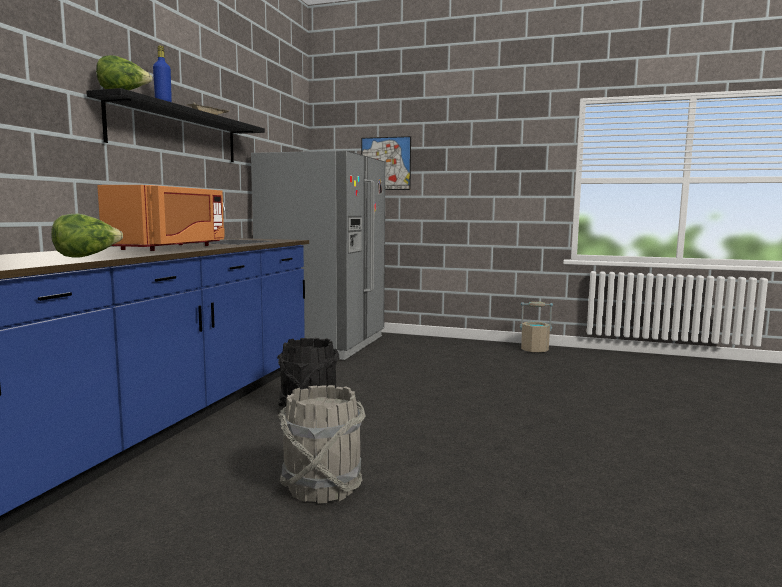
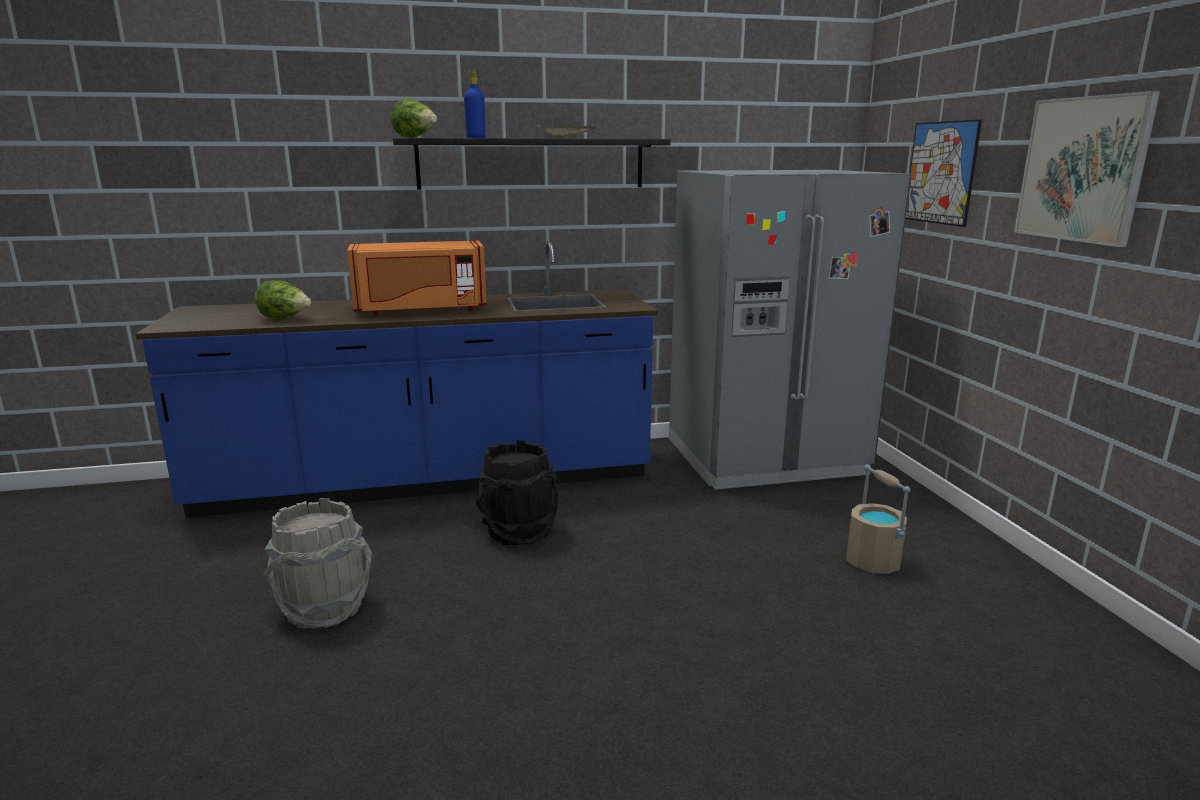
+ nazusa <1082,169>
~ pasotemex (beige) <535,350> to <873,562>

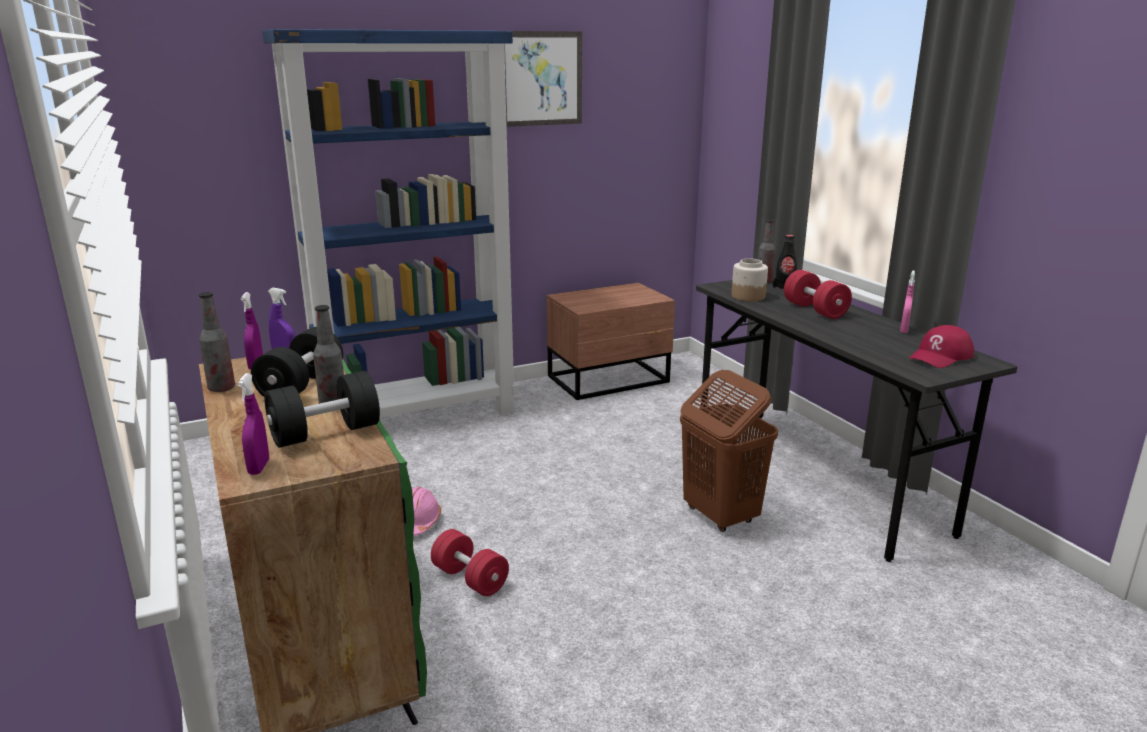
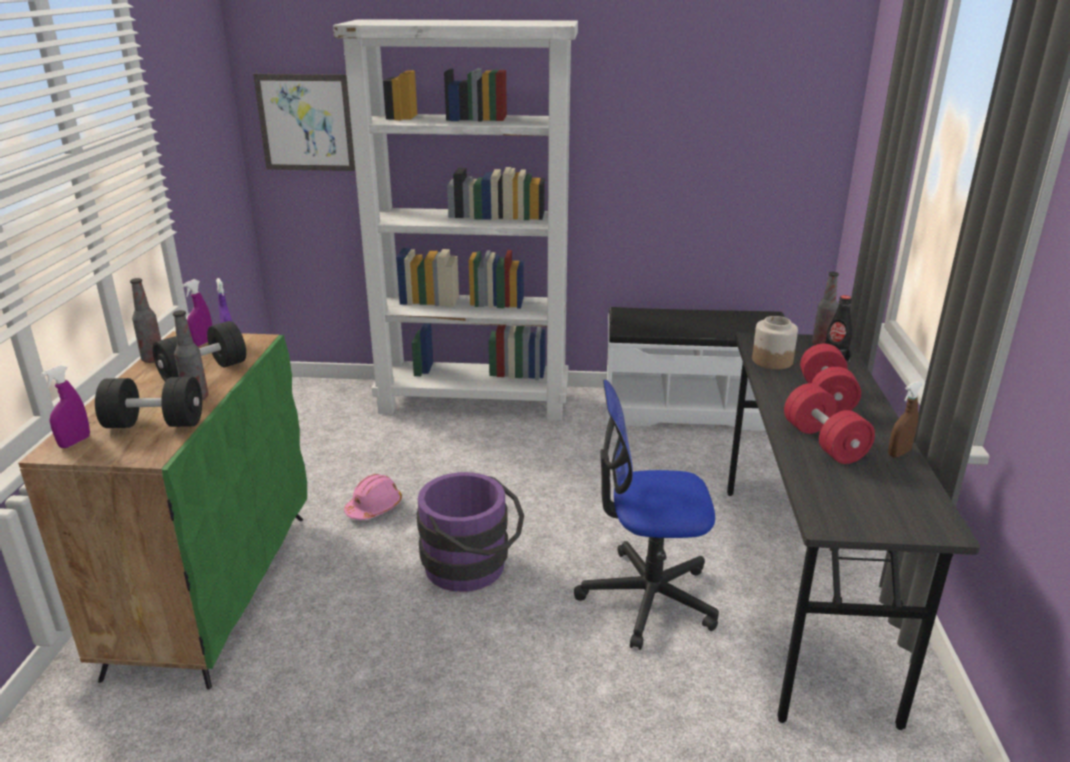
- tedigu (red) <941,356>
+ pasotemex (purple) <472,568>
~ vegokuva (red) <470,579> to <824,443>
~ nazusa <541,79> to <306,123>
~ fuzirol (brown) <610,380> to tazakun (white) <690,409>
~ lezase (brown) <720,516> to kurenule <647,597>
~ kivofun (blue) <419,416> to kivofun (white) <475,402>
~ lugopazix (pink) <904,330> to lugopazix (brown) <899,453>

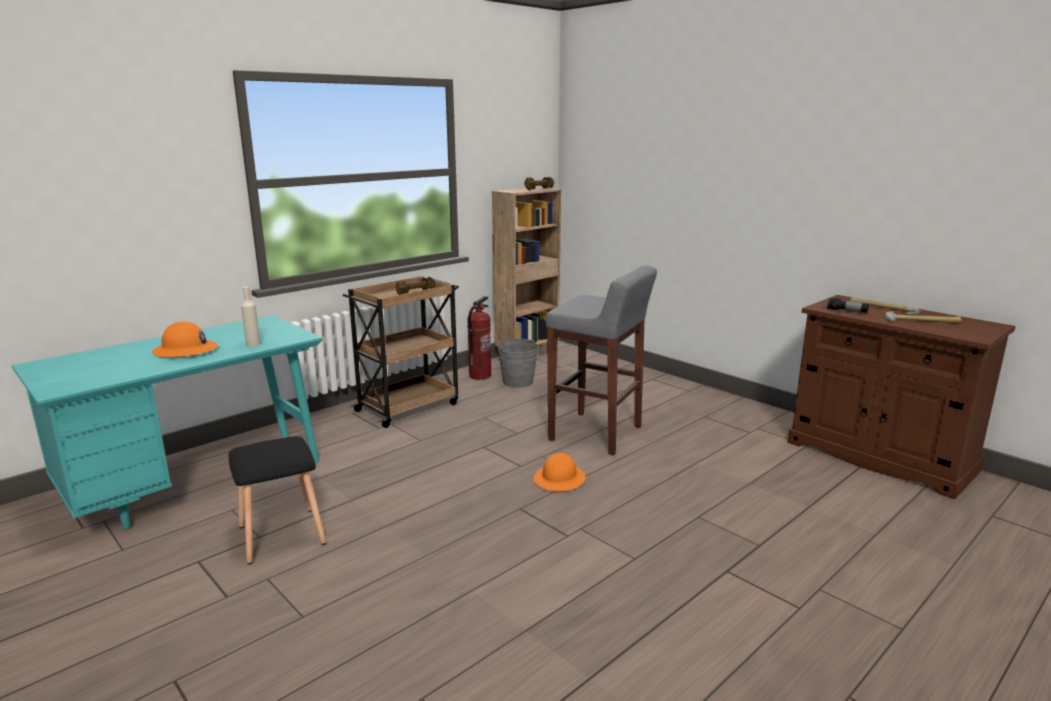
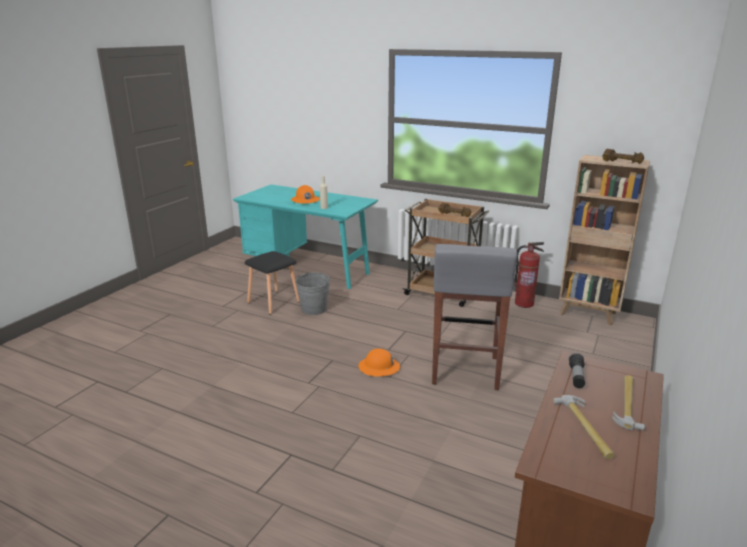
~ pasotemex (grey) <518,382> to <314,309>

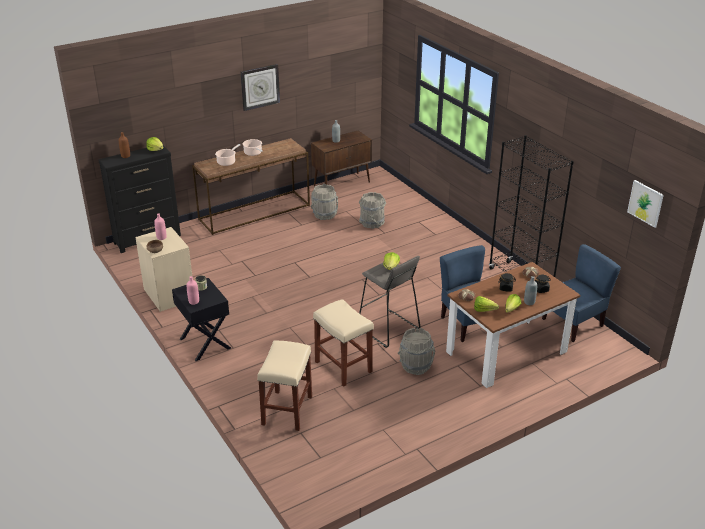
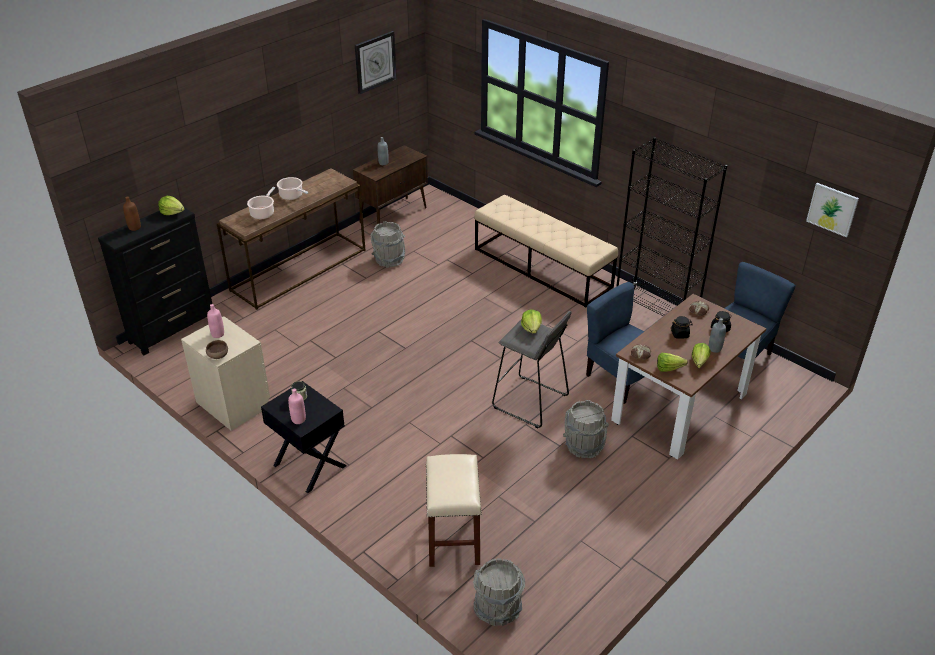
- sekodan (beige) <342,366>
+ tazakun (beige) <542,268>
~ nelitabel <260,87> to <375,62>
~ pasotemex (grey) <372,223> to <498,609>

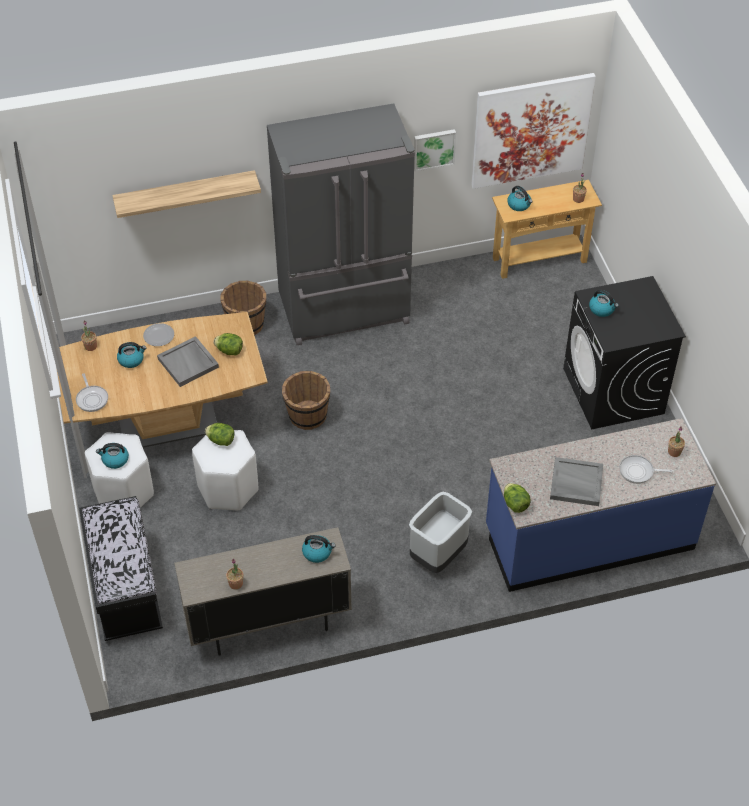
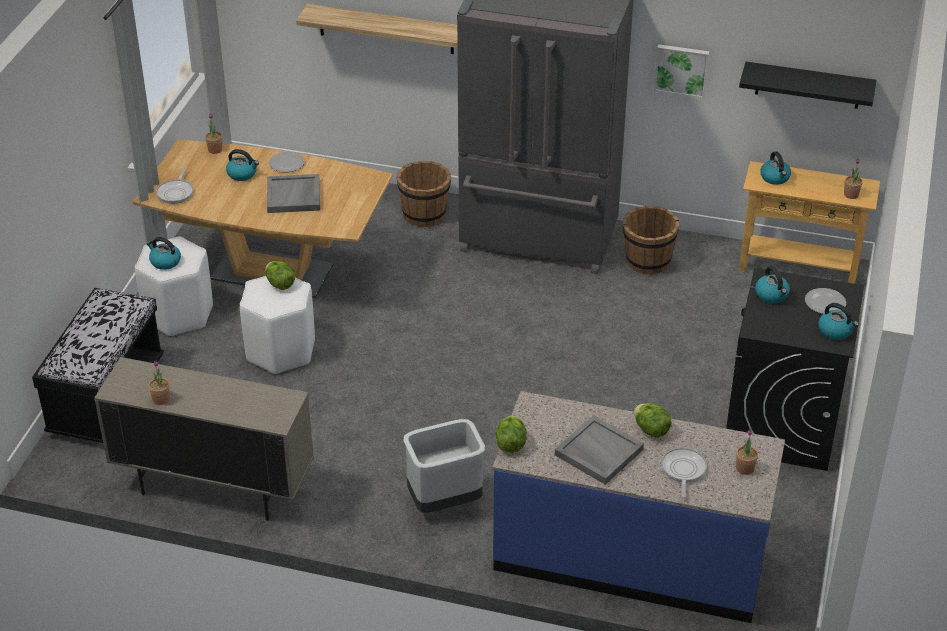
+ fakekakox <825,302>
~ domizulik <229,351> to <651,430>
~ pasotemex (brown) <307,416> to <647,261>
~ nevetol <317,552> to <836,331>
~ nazusa <531,130> to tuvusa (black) <808,85>
~ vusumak <638,471> = <683,470> 60 degrees clockwise

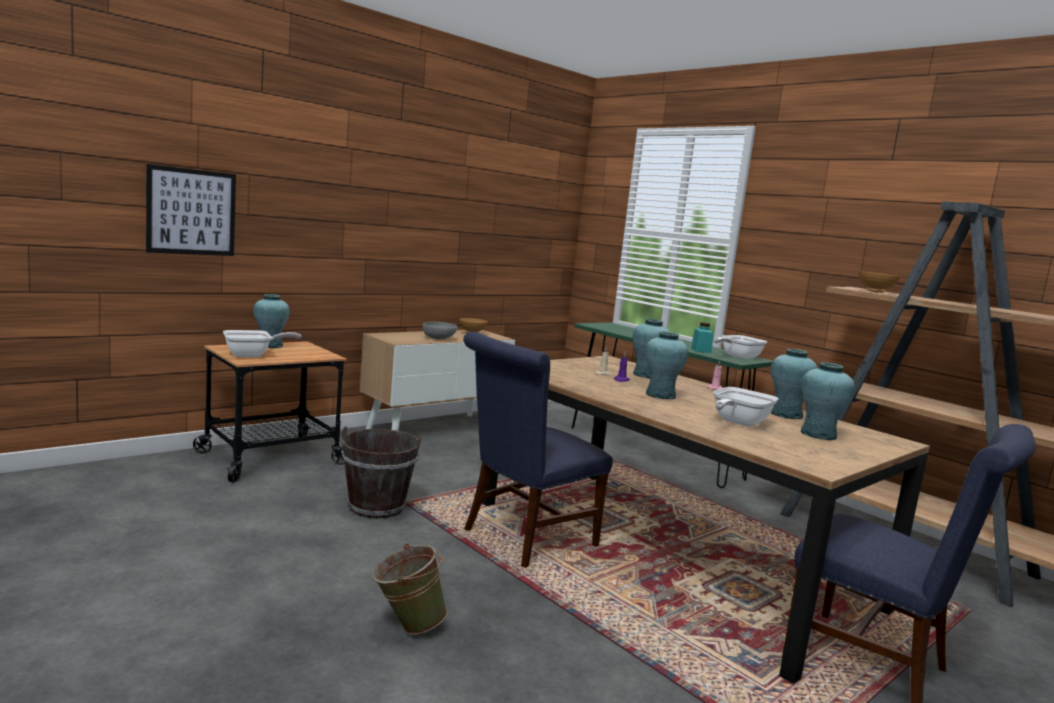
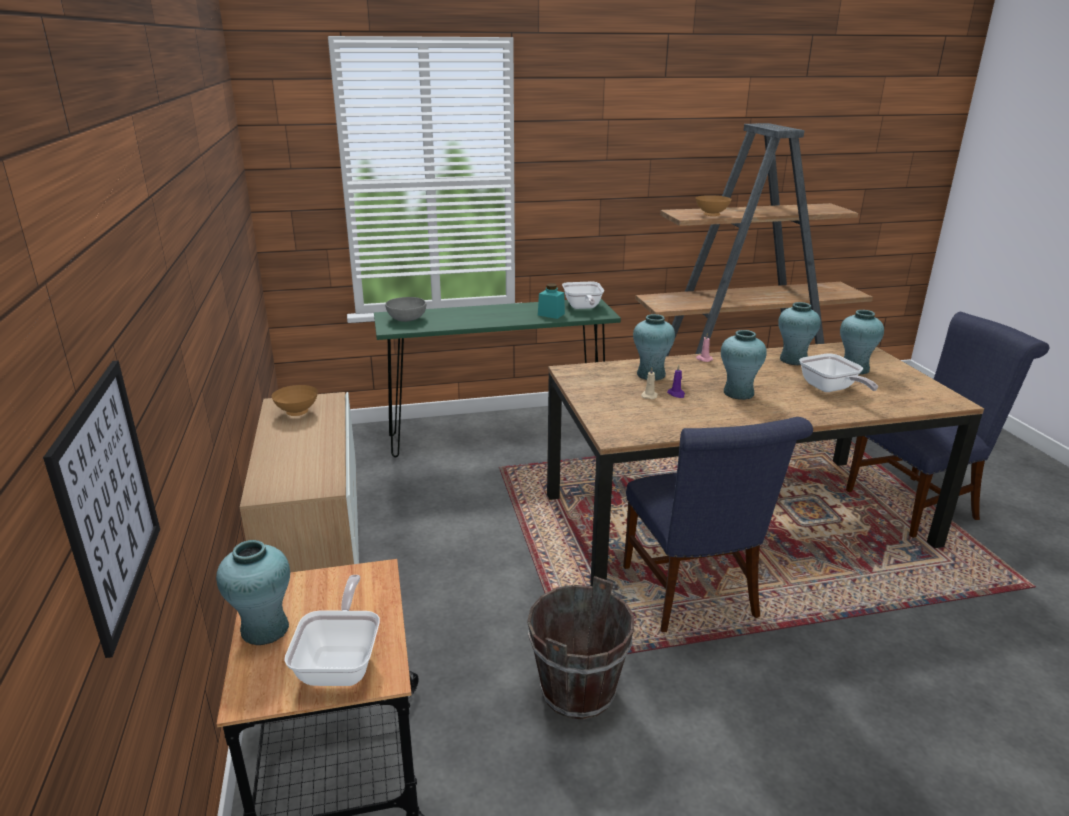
- pasotemex (green) <406,626>
~ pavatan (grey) <439,338> to <406,319>

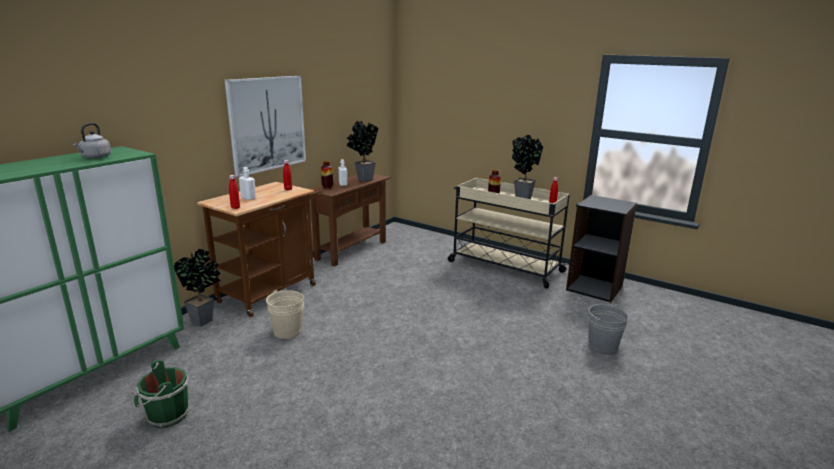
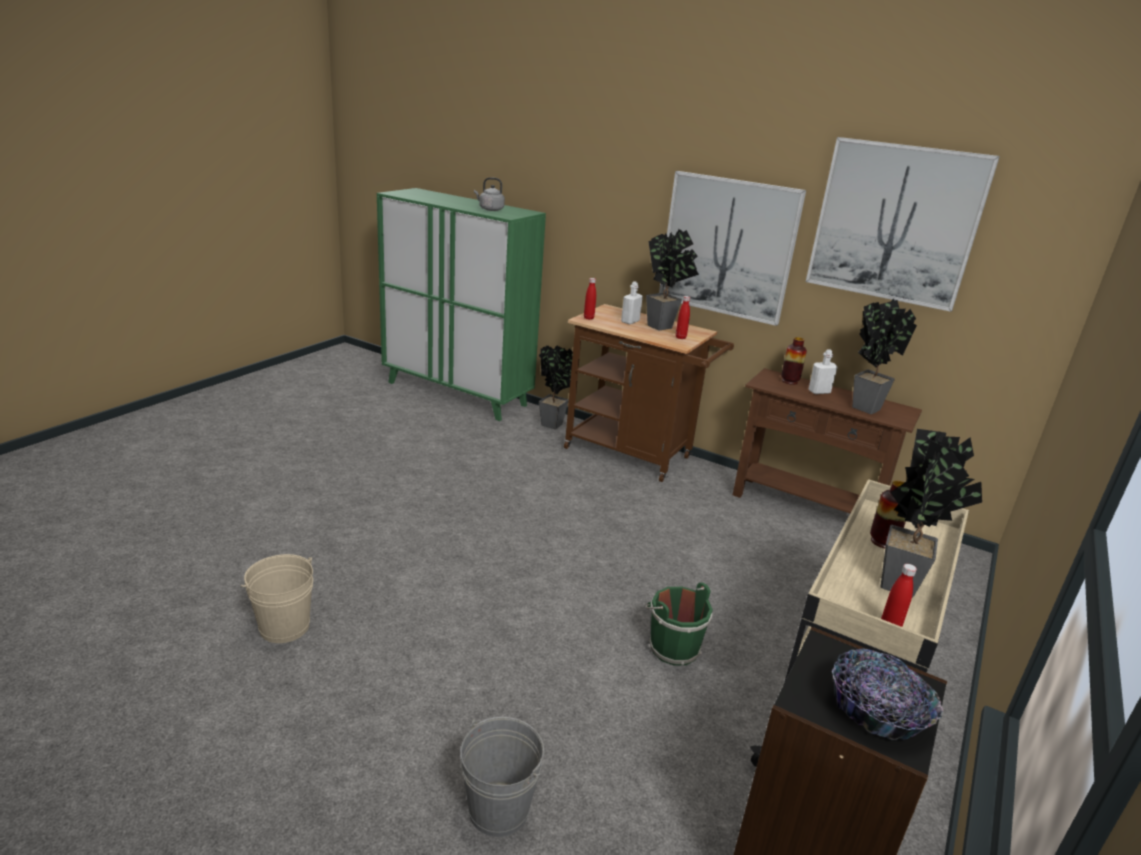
+ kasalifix <664,326>
+ nazusa <895,223>
+ pavatan <876,711>
~ pasotemex (green) <166,416> to <672,647>
~ pasotemex (beige) <287,331> to <285,627>

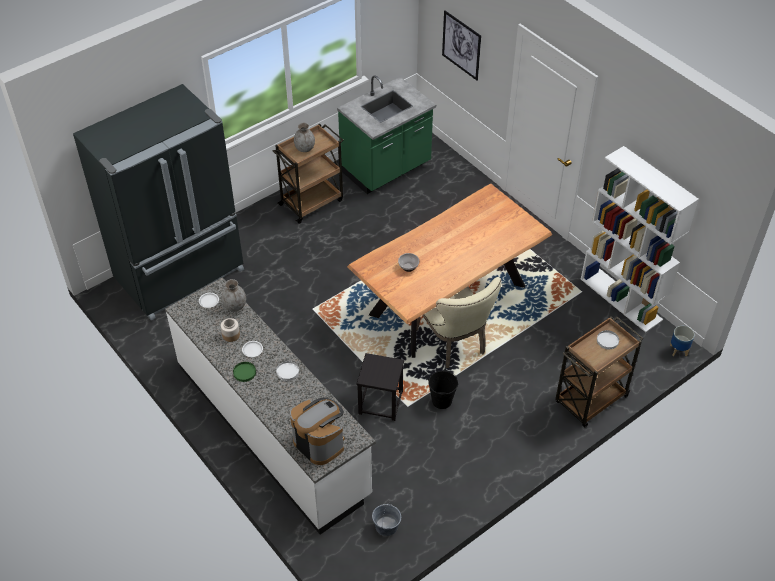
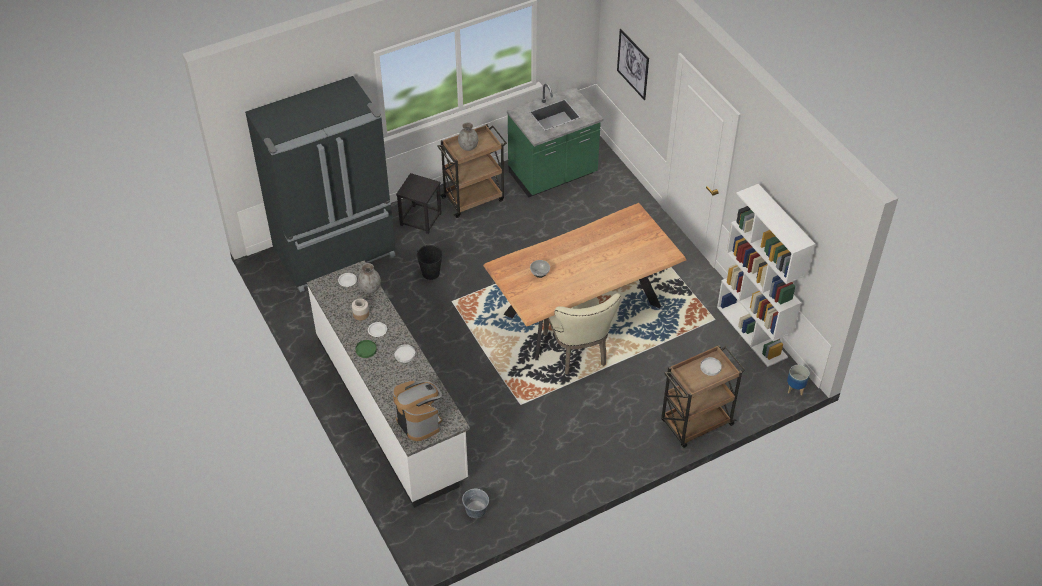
~ sekodan (black) <380,403> to <420,219>
~ pasotemex (black) <442,401> to <431,273>

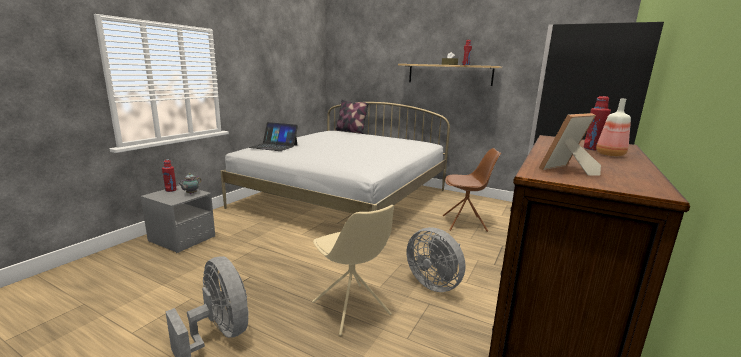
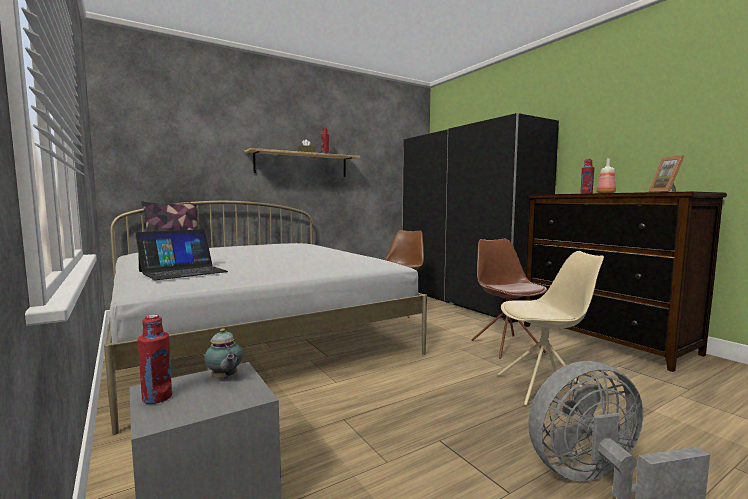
~ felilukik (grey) <434,283> to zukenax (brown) <506,346>

